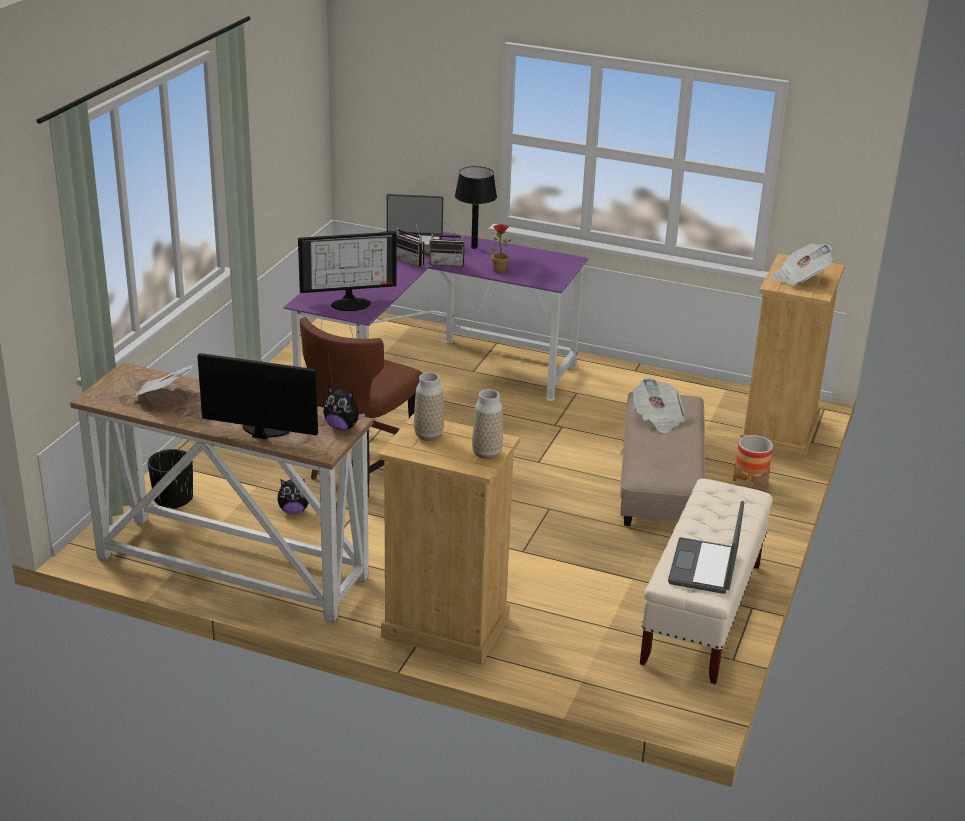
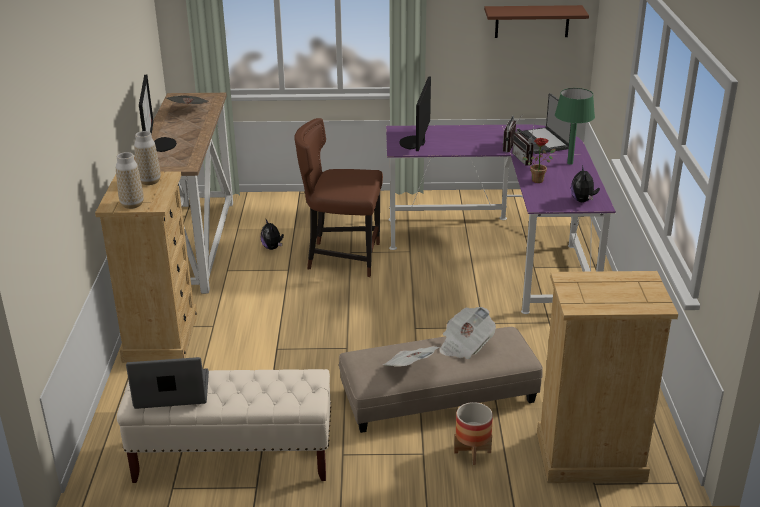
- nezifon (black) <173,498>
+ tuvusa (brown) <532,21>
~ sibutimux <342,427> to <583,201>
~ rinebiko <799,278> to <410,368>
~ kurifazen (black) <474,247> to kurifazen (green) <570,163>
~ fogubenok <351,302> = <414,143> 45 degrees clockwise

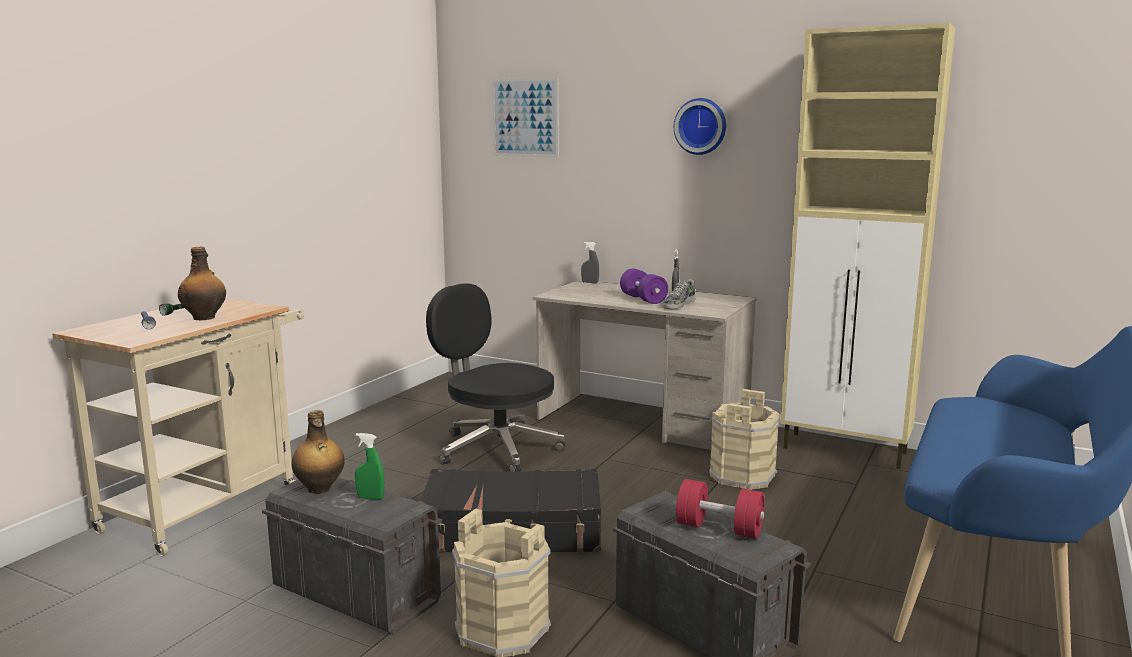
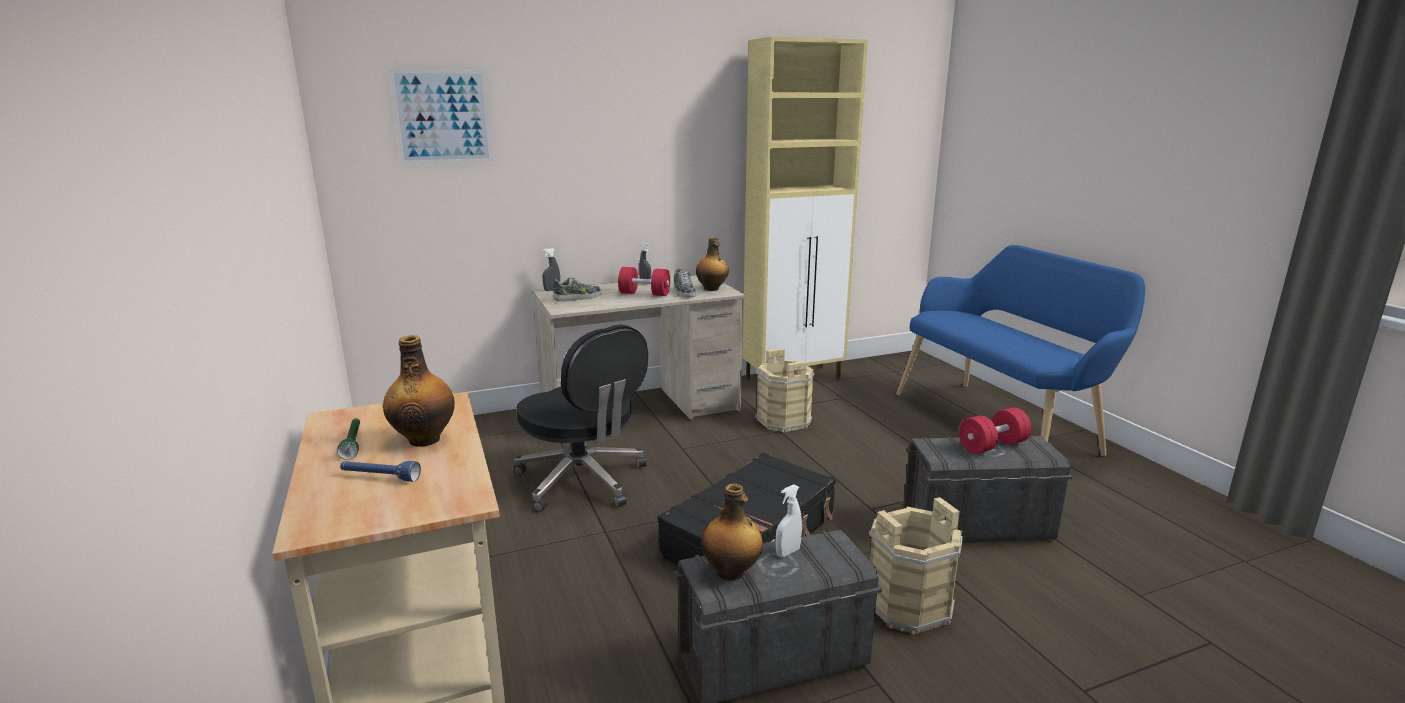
- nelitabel <701,126>
+ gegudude <578,298>
+ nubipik <712,289>
~ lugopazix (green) <370,498> to lugopazix (white) <788,552>
~ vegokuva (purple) <643,299> to vegokuva (red) <644,294>
~ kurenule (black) <496,448> = <583,481> 120 degrees counterclockwise

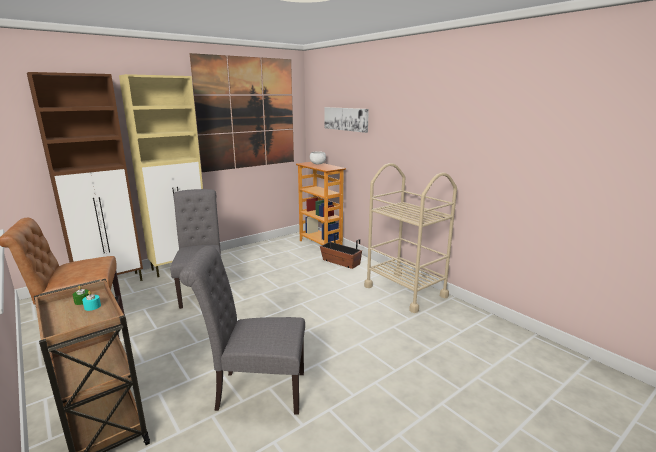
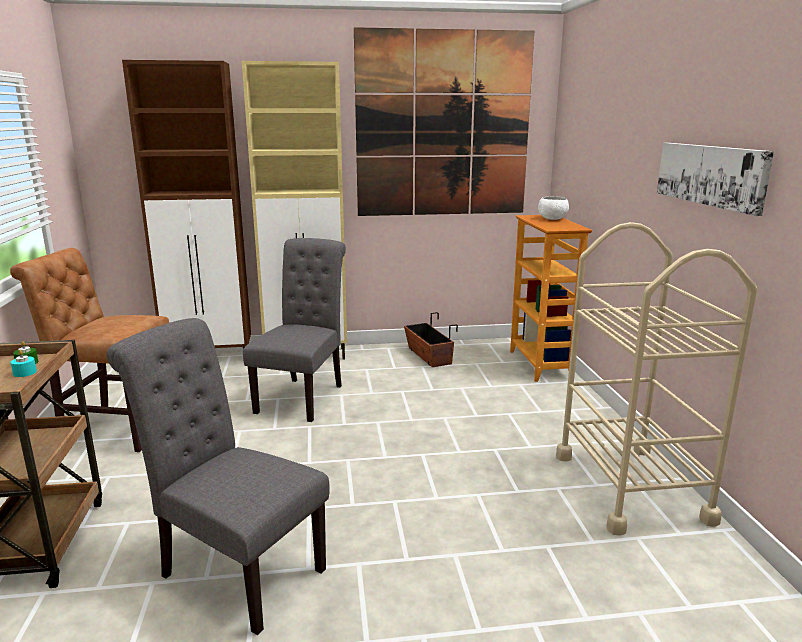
~ nezifon <340,262> to <428,356>
~ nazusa <346,119> to <710,175>

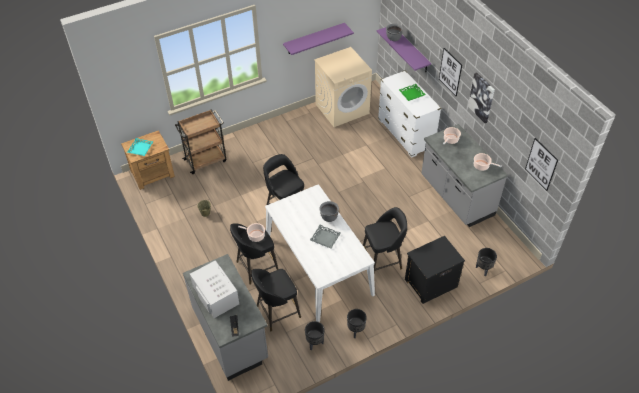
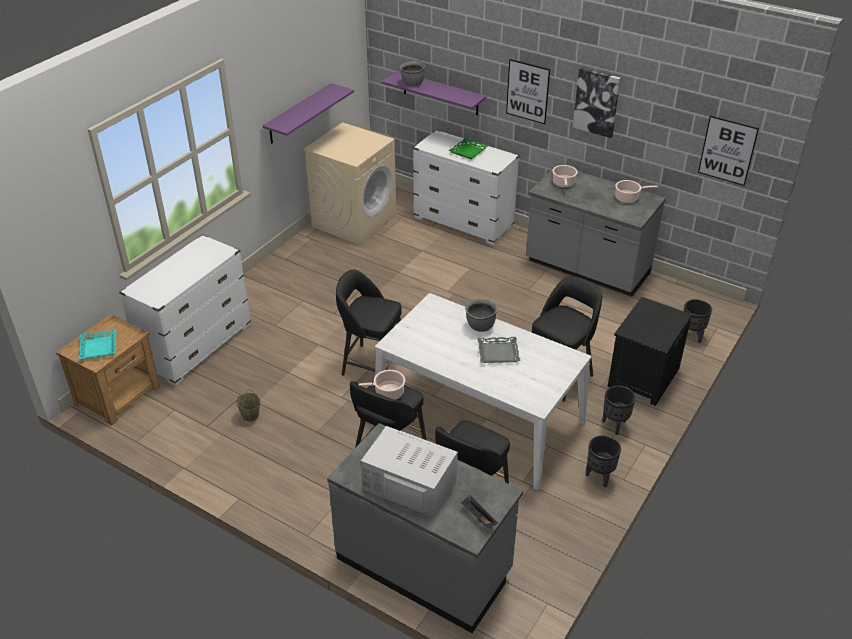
~ nezifon (black) <315,343> to <615,425>
~ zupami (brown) <206,160> to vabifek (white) <197,346>

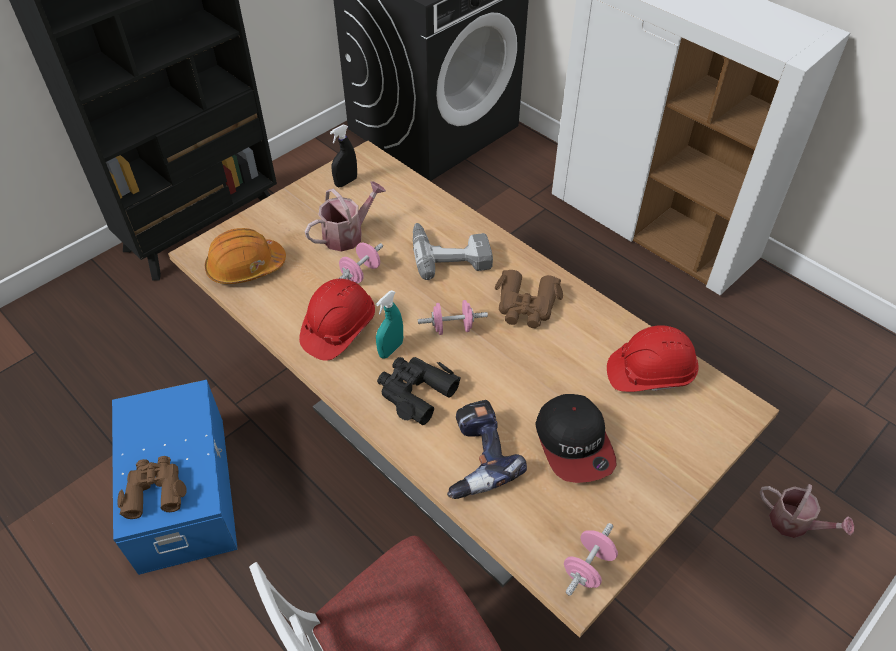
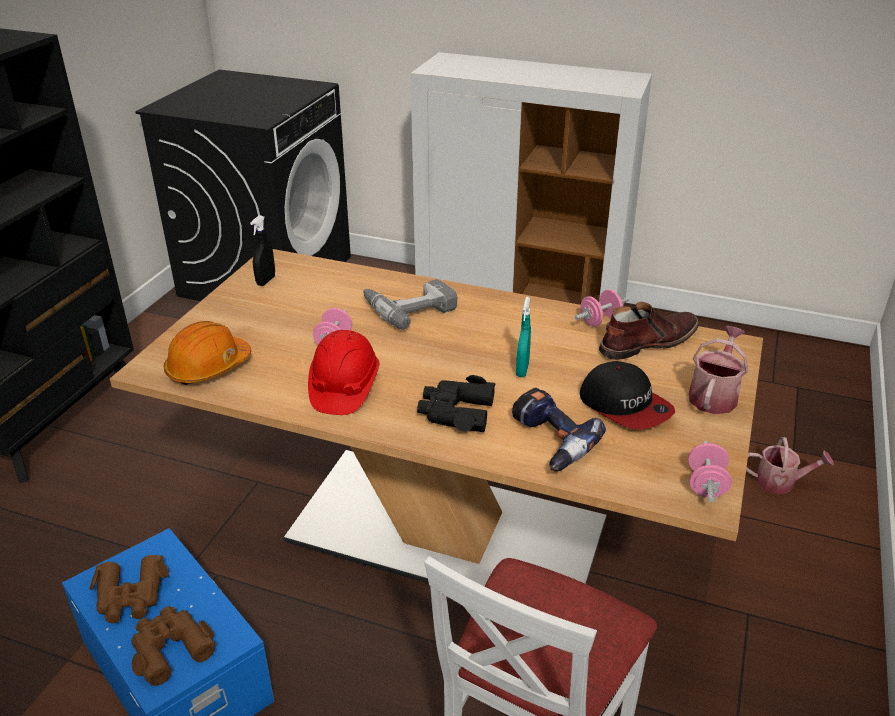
~ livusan <348,234> to <714,395>
~ lugopazix (turquoise) <390,349> to <522,370>
~ vegokuva (pink) <452,328> to <599,321>
~ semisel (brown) <526,306> to <130,596>
~ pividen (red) <649,373> to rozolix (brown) <647,342>

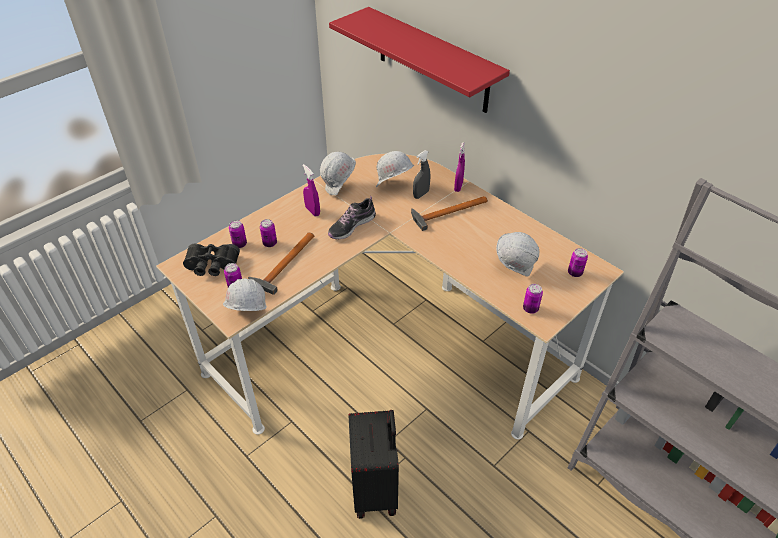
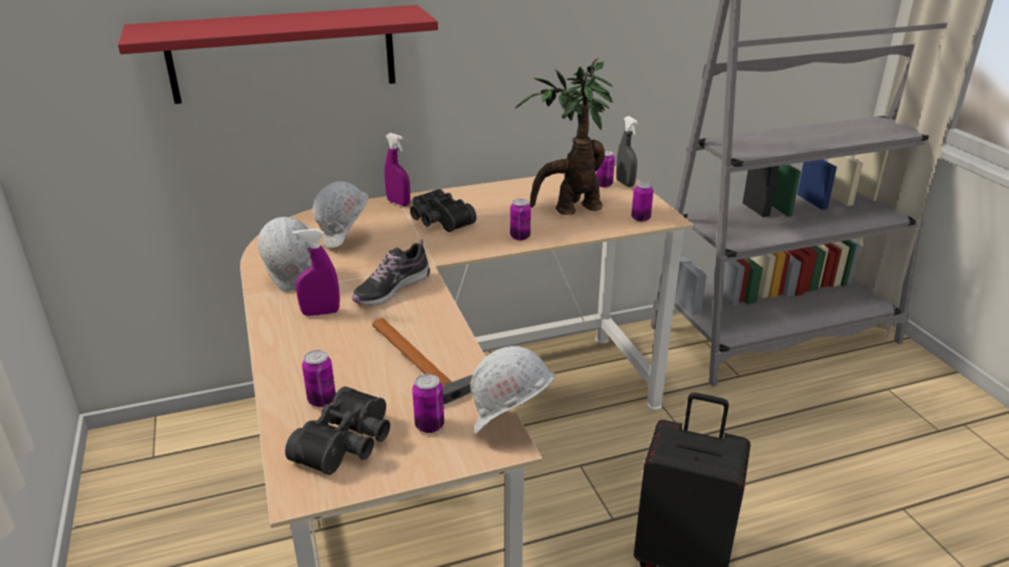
~ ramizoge <270,243> to <520,237>
~ lugopazix (grey) <421,194> to <625,183>
~ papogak <446,212> to semisel (black) <438,221>
~ pividen (white) <515,267> to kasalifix <571,209>
~ gegudude <351,226> = <391,289> 60 degrees clockwise

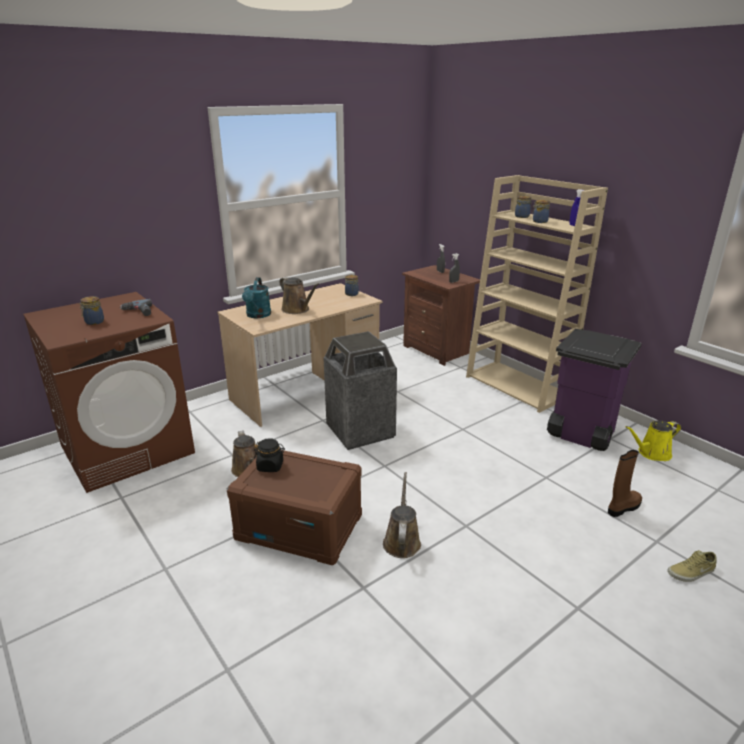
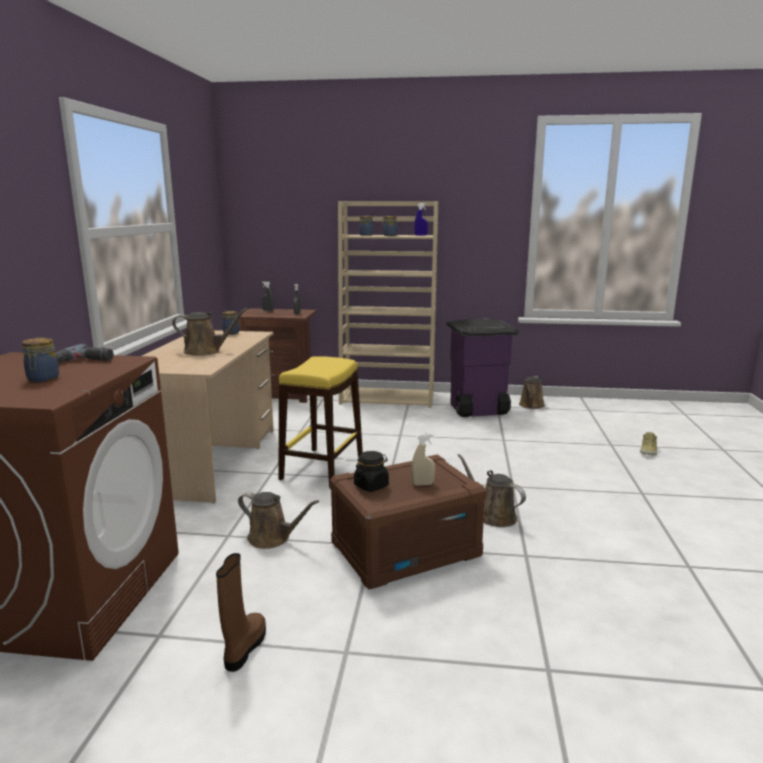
- livusan (turquoise) <257,315>
+ lugopazix (beige) <422,484>
~ rozolix (brown) <623,507> to <244,647>
~ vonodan <360,431> to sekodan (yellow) <323,467>
~ livusan (yellow) <651,453> to livusan (brown) <531,405>

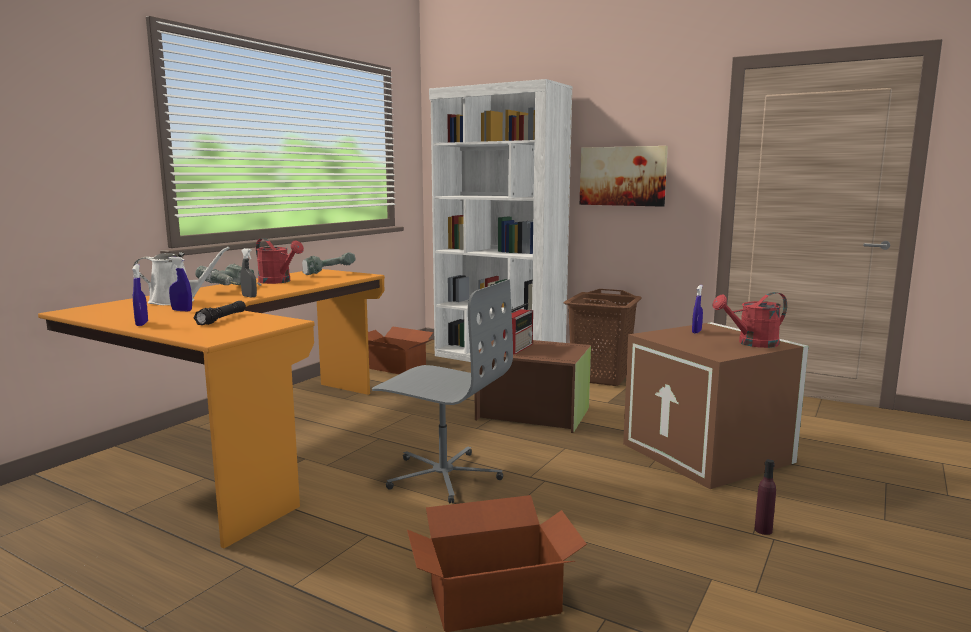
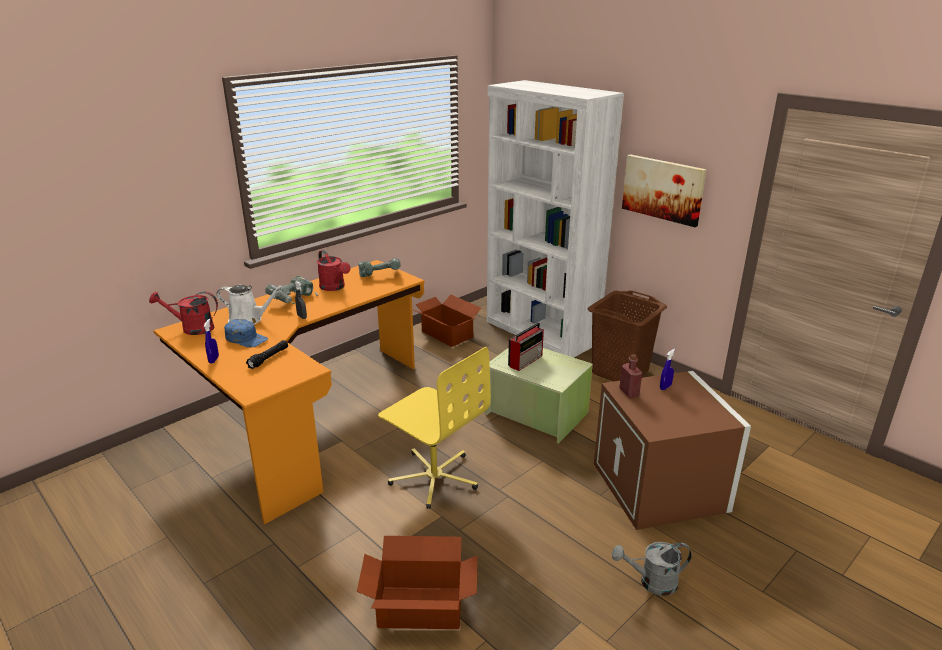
+ nubipik (red) <629,393>
~ livusan (red) <752,343> to <192,328>
~ lugopazix (blue) <182,310> to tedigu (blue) <246,338>
~ nubipik (purple) <763,530> to livusan (grey) <651,582>
~ kurenule (grey) <443,475> to kurenule (yellow) <434,477>
~ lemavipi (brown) <532,413> to lemavipi (green) <536,413>

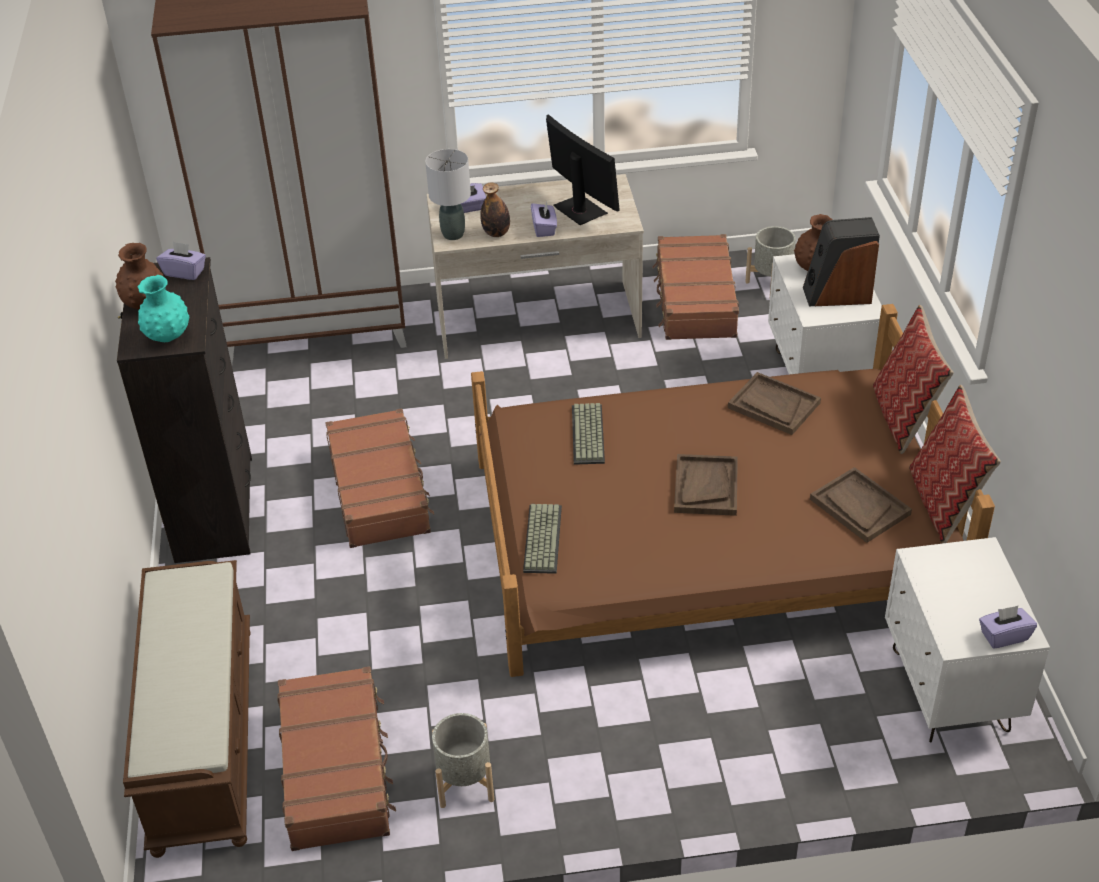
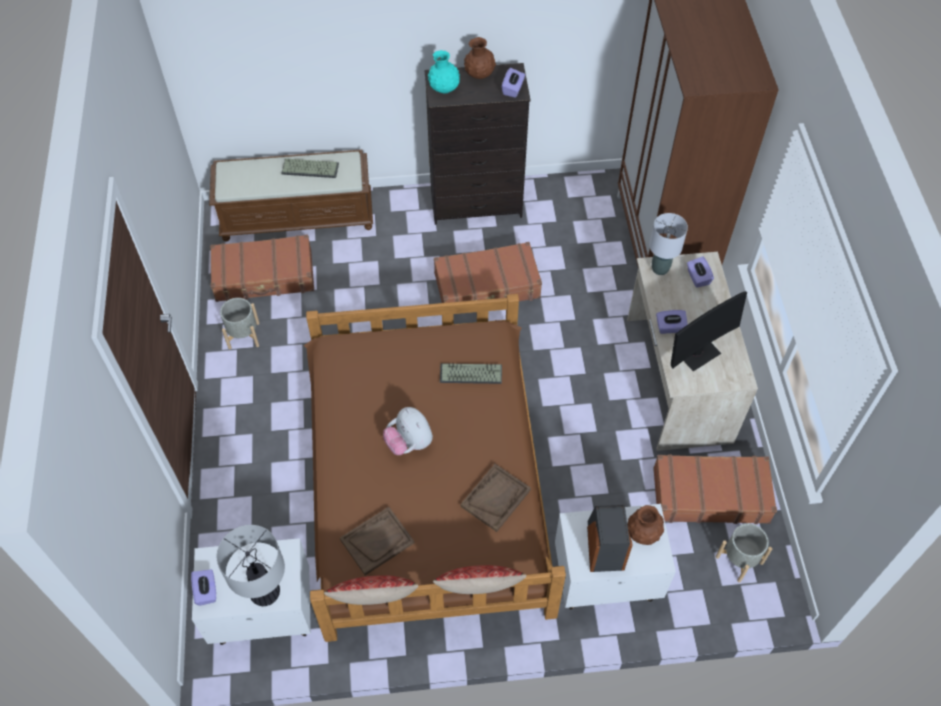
- nubipik <496,233>
+ kurifazen <265,593>
~ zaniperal <541,538> to <311,168>
~ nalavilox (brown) <705,486> to sibutimux <409,443>

